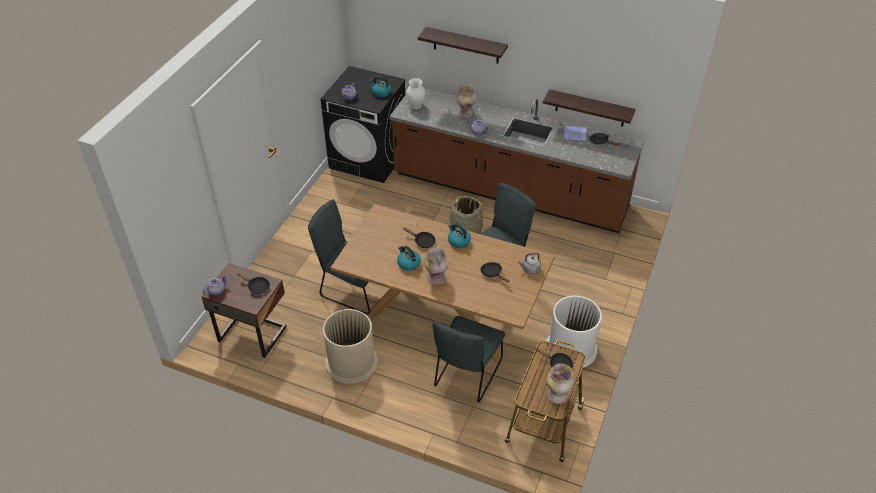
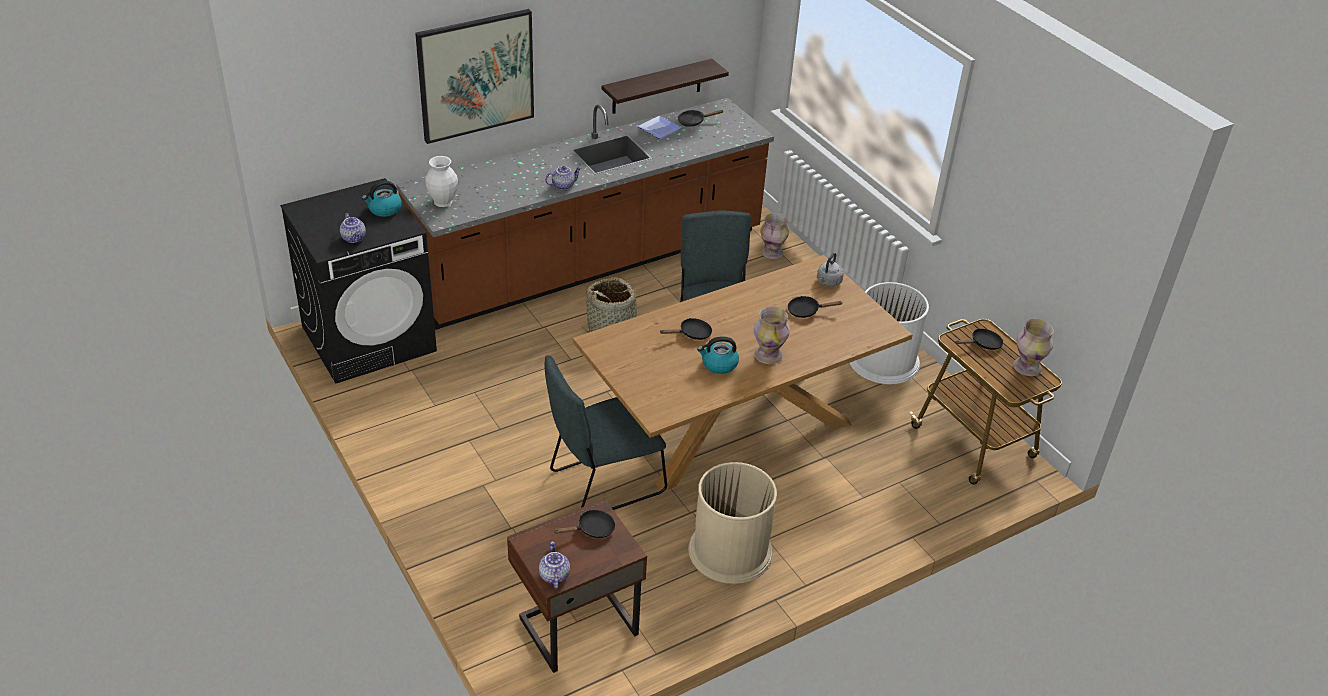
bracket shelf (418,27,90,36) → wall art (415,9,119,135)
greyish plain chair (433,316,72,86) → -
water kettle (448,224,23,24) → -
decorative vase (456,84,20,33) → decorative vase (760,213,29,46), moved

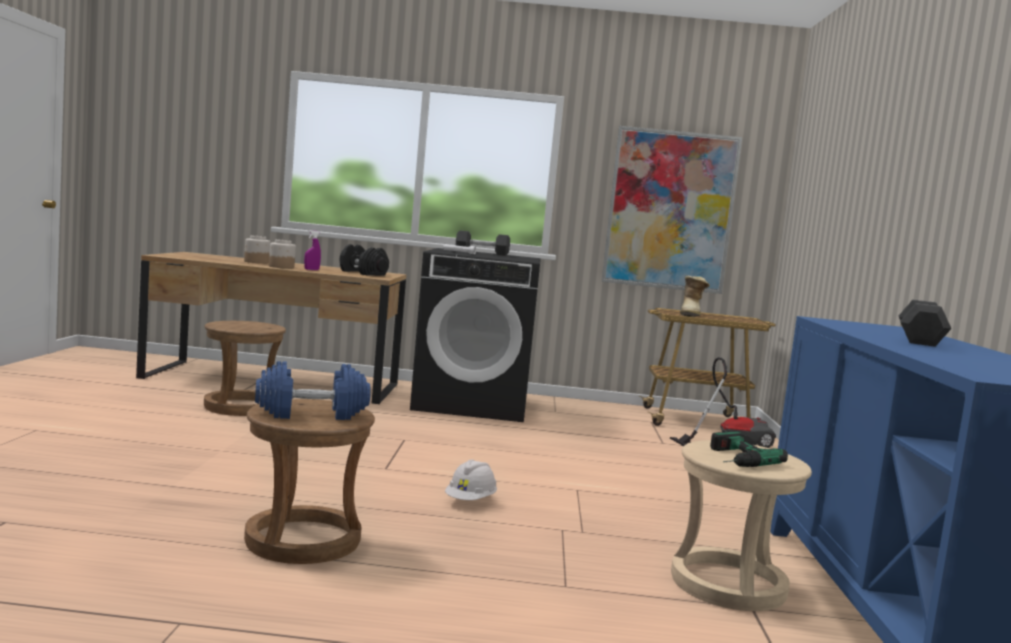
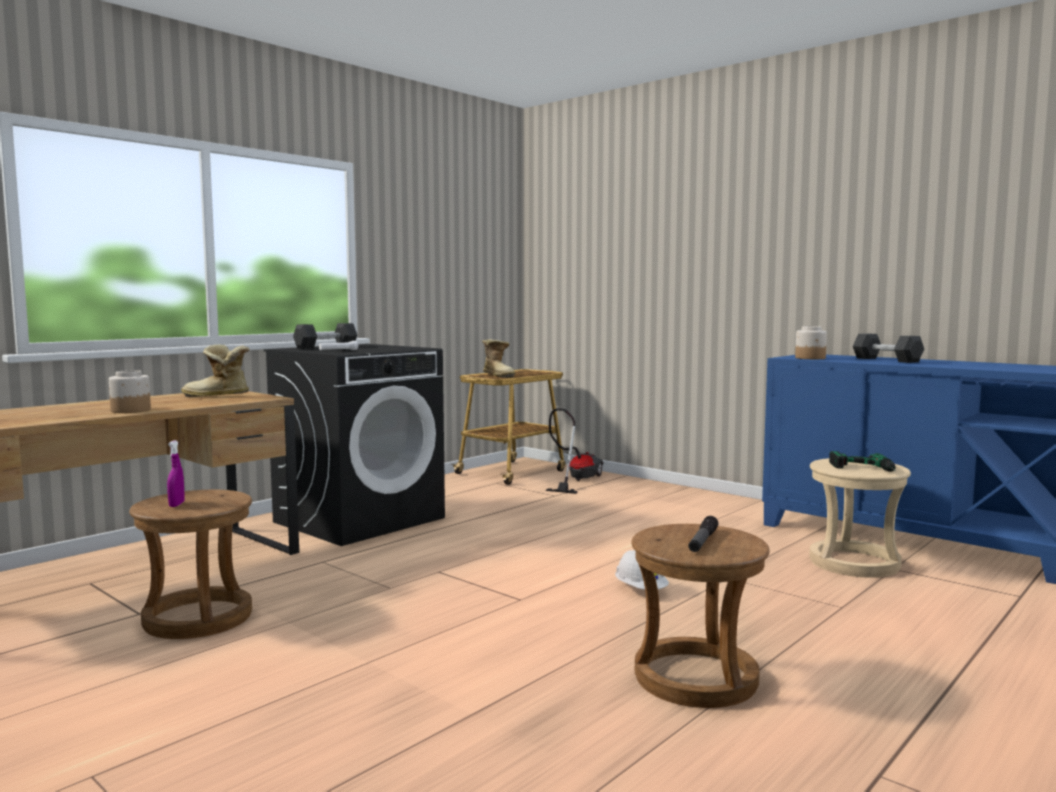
storage jar (244,236,26,28) → storage jar (795,326,32,33), moved
blue-coloured free weight (255,361,116,59) → torch (688,516,30,36)
purplish spray bottle (304,230,17,40) → purplish spray bottle (167,440,18,67), moved
black free weight (339,244,50,32) → tall boot (181,344,68,53)
wall art (601,126,141,168) → -

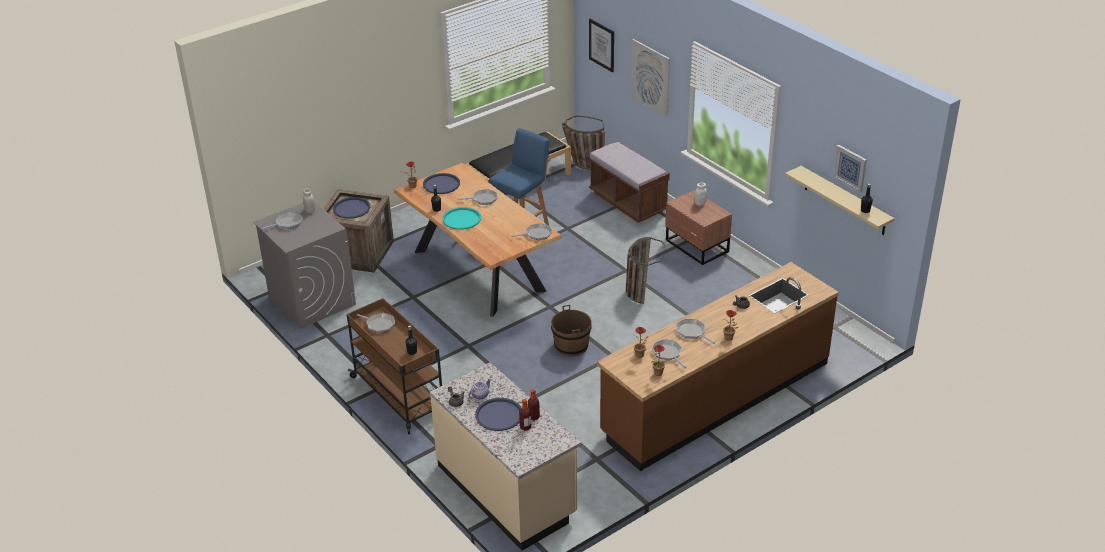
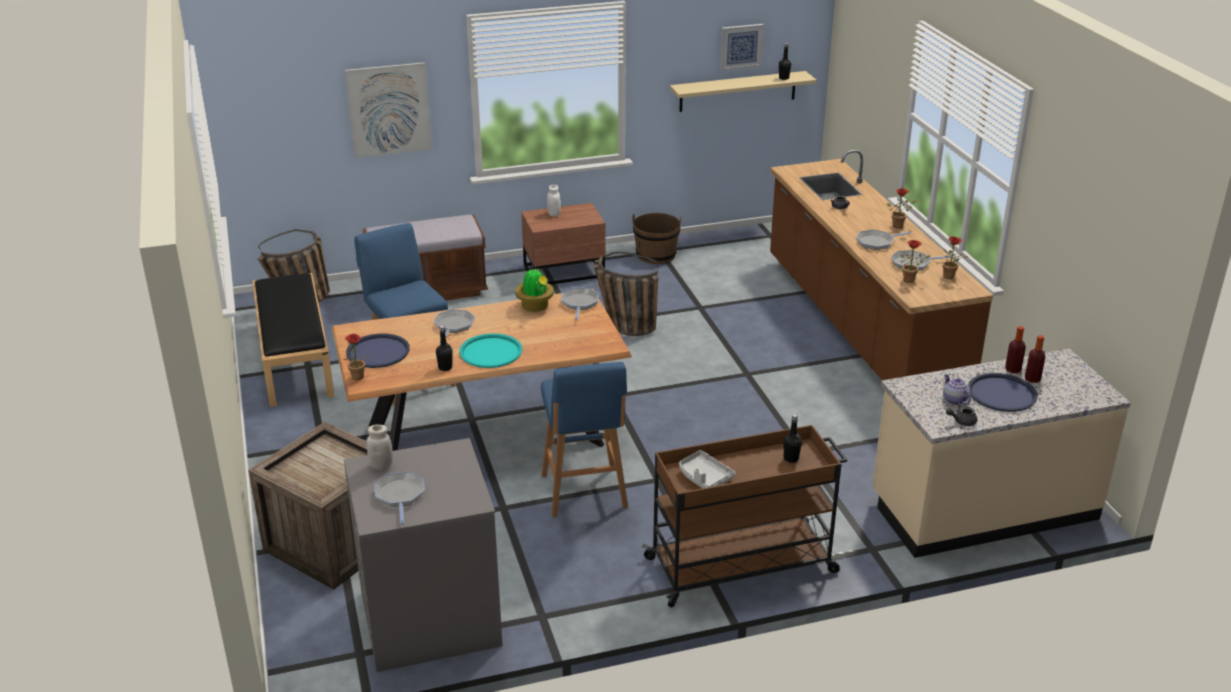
blue-coloured serving tray (333,197,37,22) → -
pan (357,313,38,20) → greyish serving tray (679,450,56,38)
brownish pail (551,305,41,52) → brownish pail (632,213,49,51), moved
wall art (589,19,25,53) → -
- → potted plant (515,267,39,45)
- → blue-coloured sitting stool (541,362,87,156)

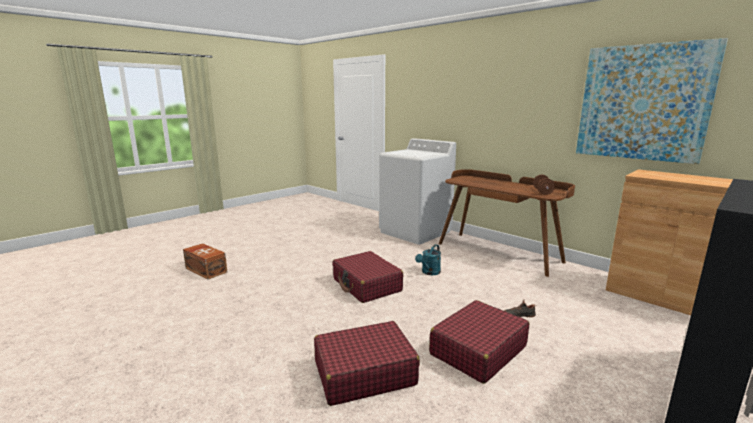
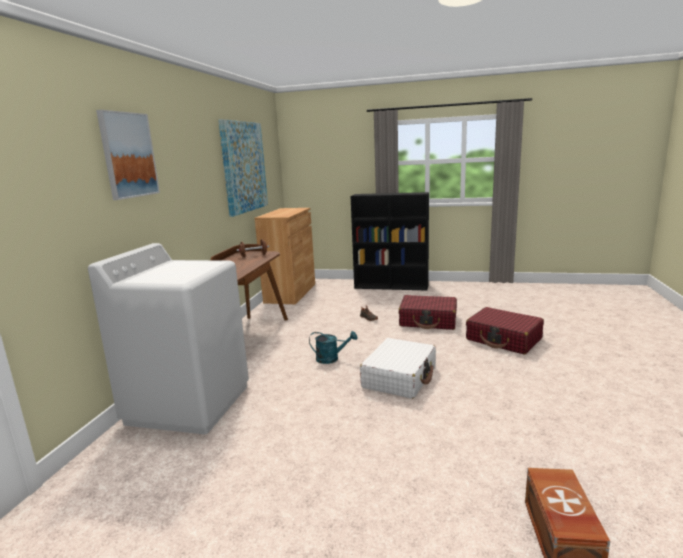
reddish piece of luggage (332,251,71,52) → white piece of luggage (360,338,76,61)
- → wall art (96,110,64,90)

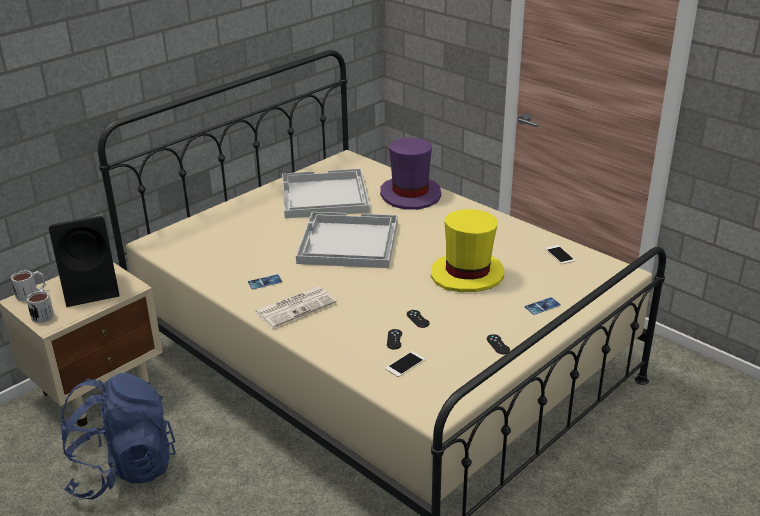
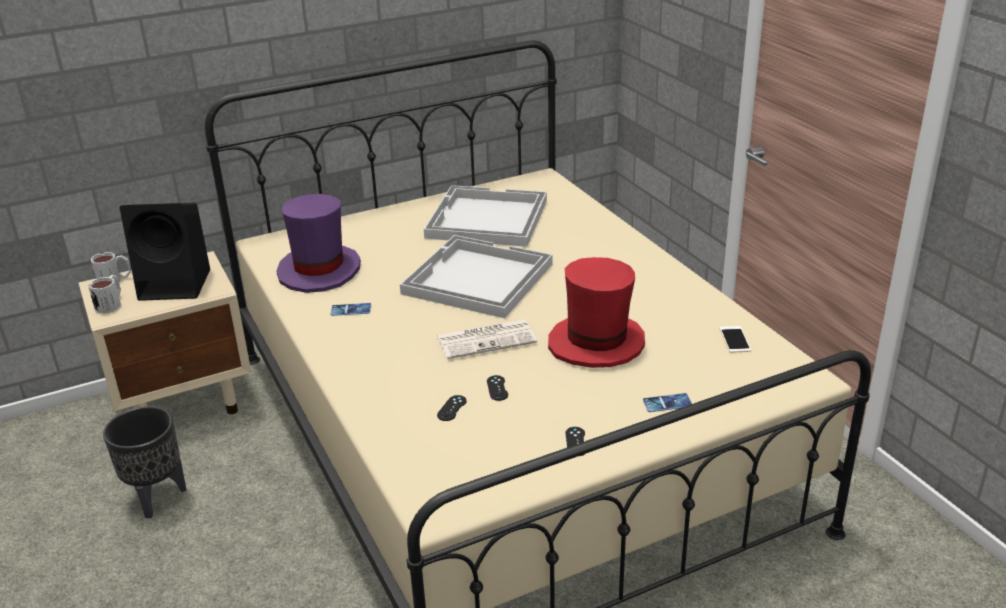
blue-coloured rucksack (61,373,115,127) → black planter (103,406,84,112)
printed paper (254,286,83,42) → printed paper (437,319,100,40), moved
purplish clothing hat (380,138,61,72) → purplish clothing hat (276,194,85,99), moved
telephone (385,351,40,26) → -
yellow clothing hat (431,209,73,83) → reddish clothing hat (548,257,97,111)

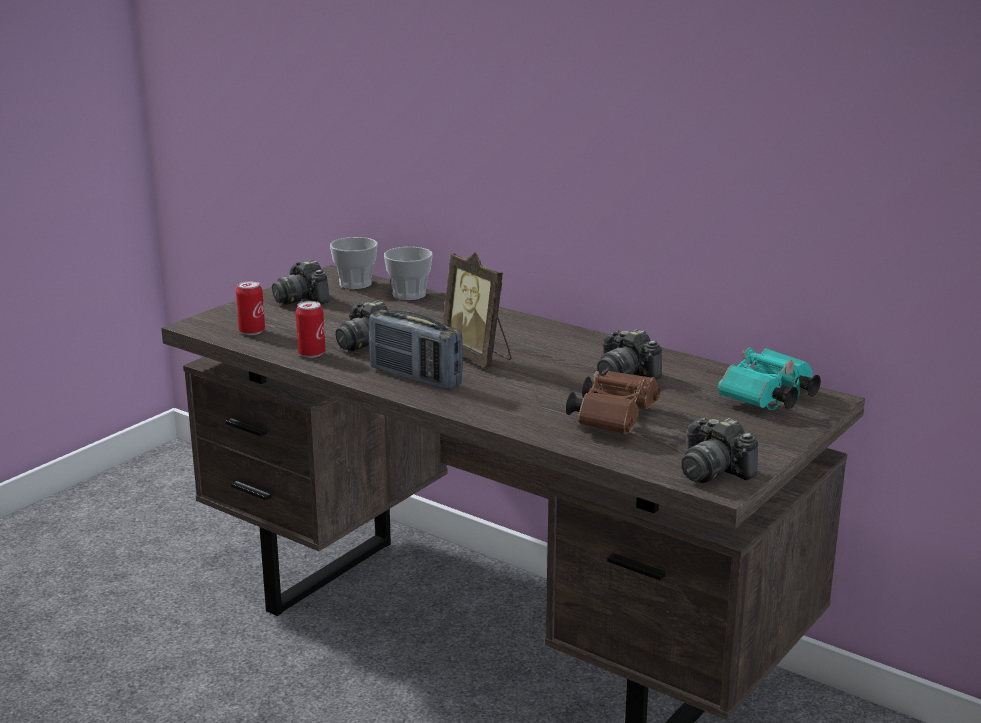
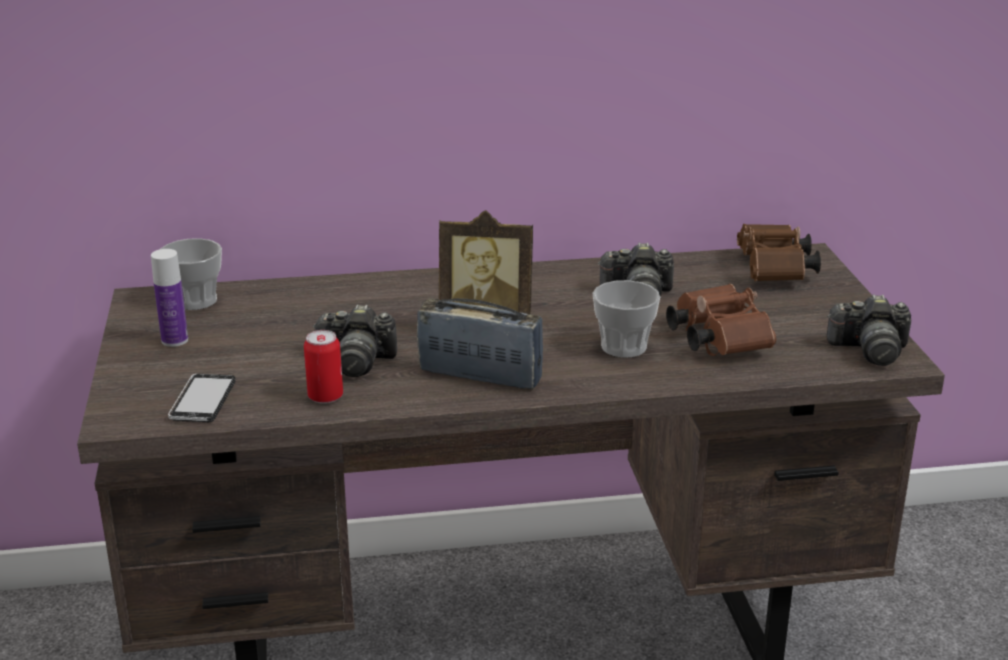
sealed can (236,281,29,54) → telephone (168,374,67,48)
photo camera (272,260,58,45) → beverage bottle (151,249,37,98)
radio receiver (369,310,94,80) → radio receiver (417,298,126,91), 150 degrees counterclockwise
small cup (384,247,49,53) → small cup (593,280,67,78), moved
blue-green field glasses (718,347,103,63) → brownish field glasses (737,224,84,58)

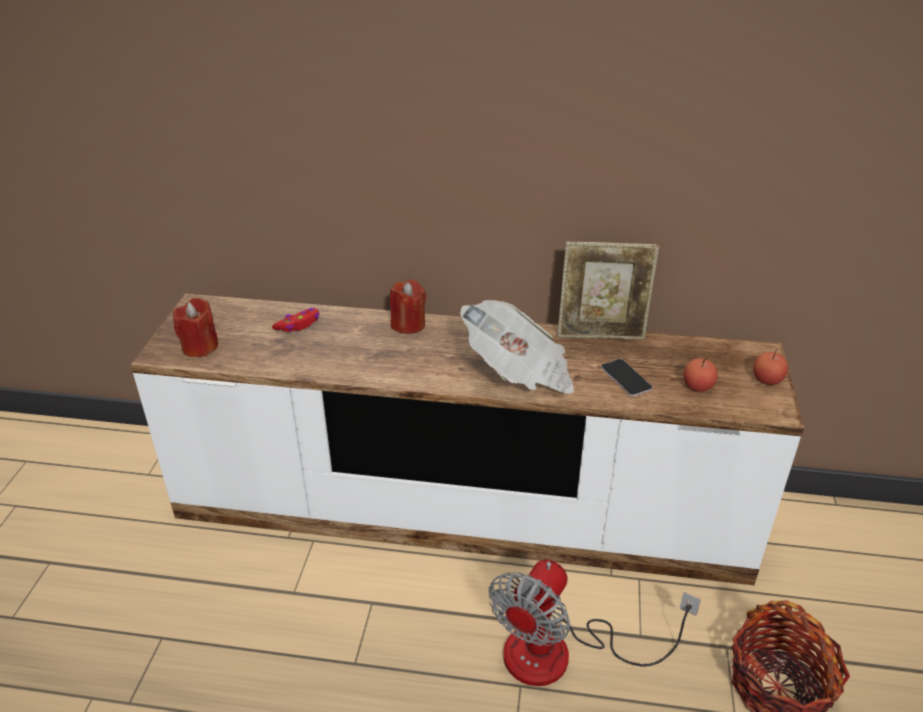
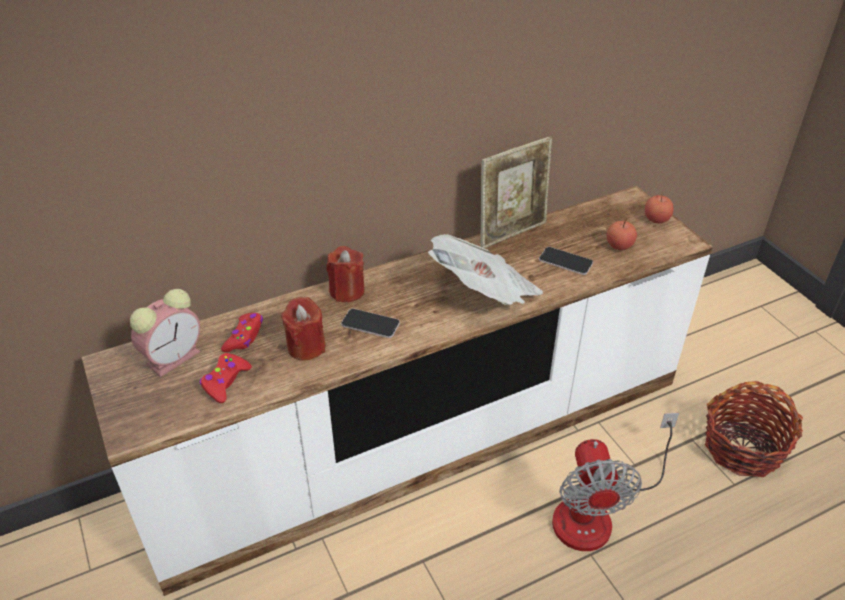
reddish candle (173,298,45,59) → reddish candle (281,297,45,63), moved
- → table clock (130,289,70,88)
- → reddish joypad (200,353,52,50)
- → telephone (341,309,59,29)

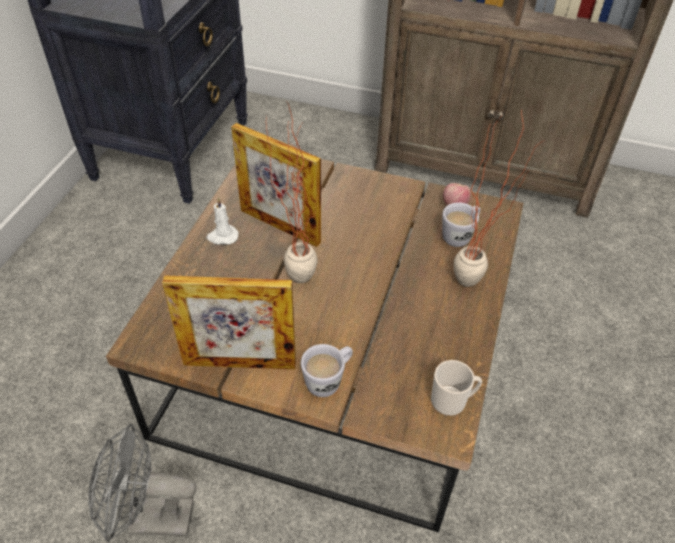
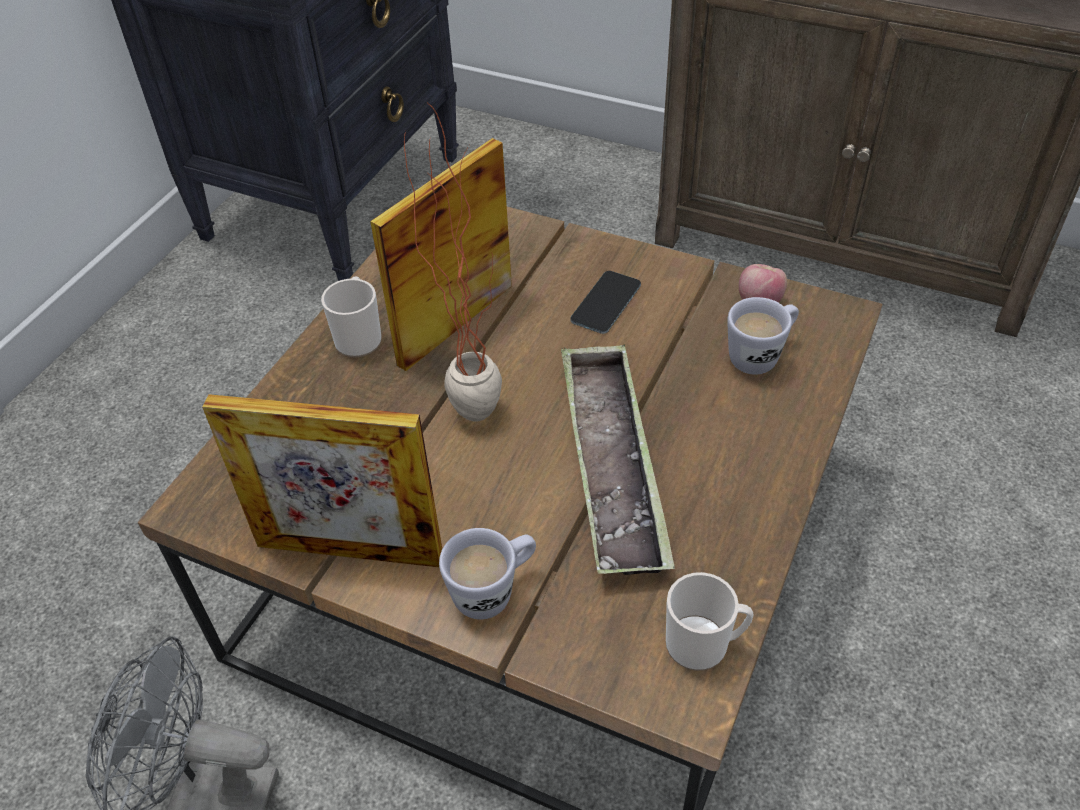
white candle (206,198,33,47) → tea mug (321,276,61,81)
picture frame (231,123,90,124) → picture frame (370,138,142,233), 90 degrees clockwise
potted plant (454,109,89,178) → -
- → serving tray (561,345,114,230)
- → telephone (570,271,71,63)

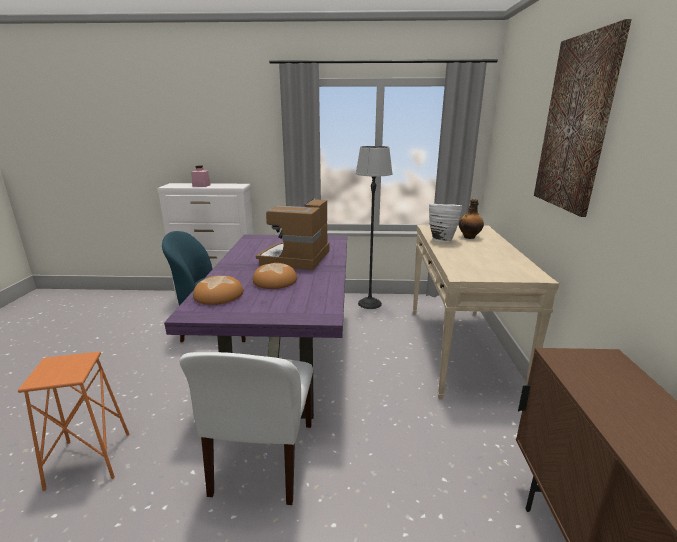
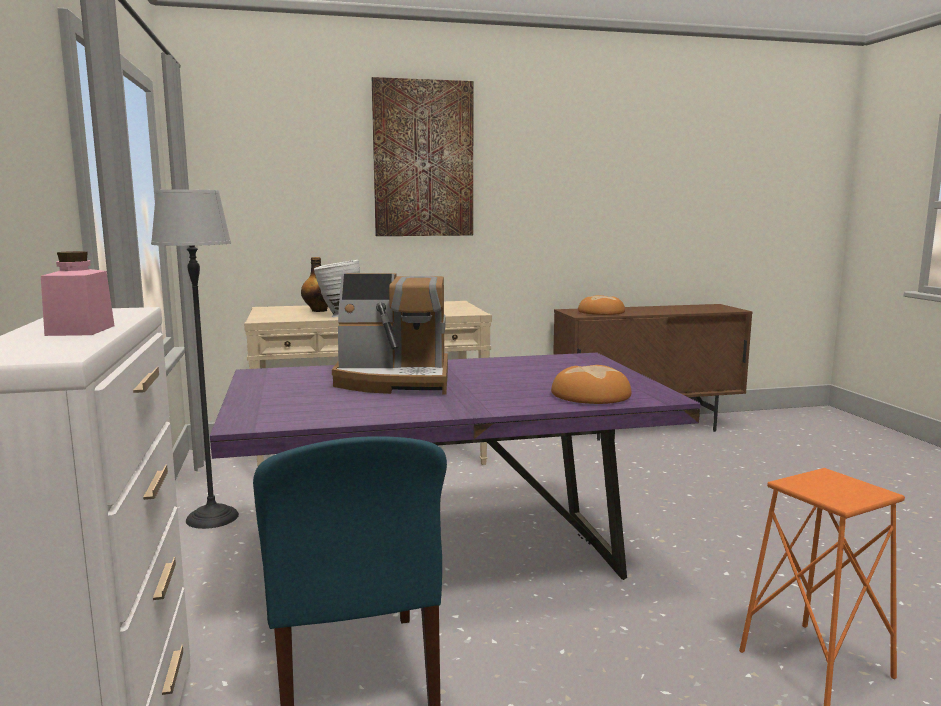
white plain chair (180,352,133,153) → -
bread (253,263,44,26) → bread (578,295,47,20), moved

